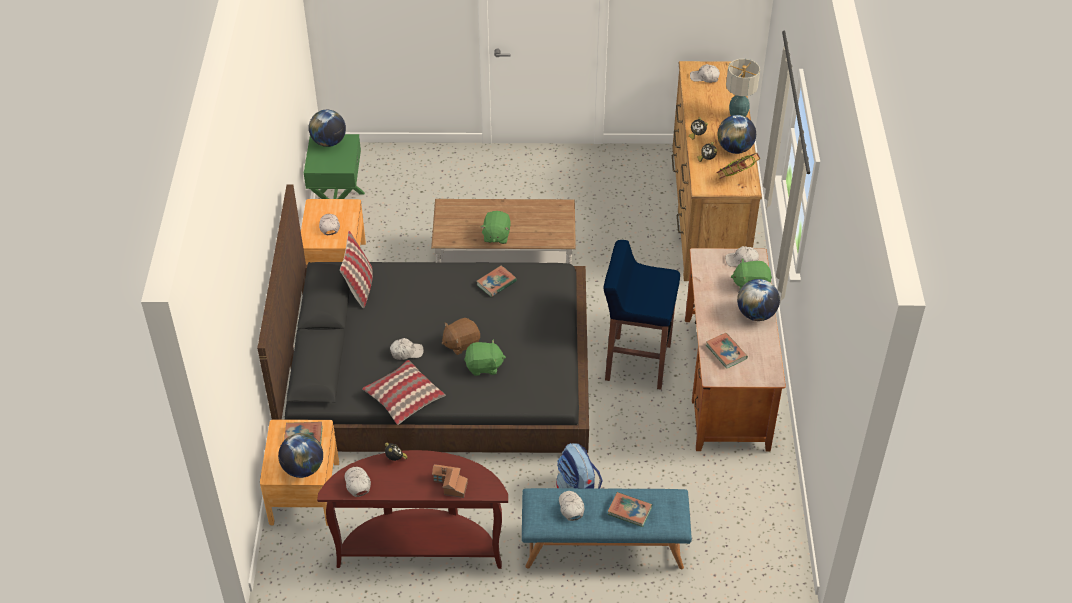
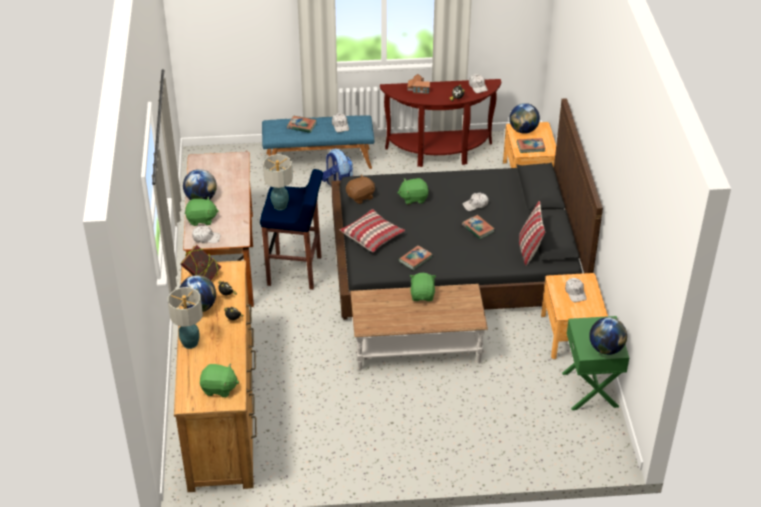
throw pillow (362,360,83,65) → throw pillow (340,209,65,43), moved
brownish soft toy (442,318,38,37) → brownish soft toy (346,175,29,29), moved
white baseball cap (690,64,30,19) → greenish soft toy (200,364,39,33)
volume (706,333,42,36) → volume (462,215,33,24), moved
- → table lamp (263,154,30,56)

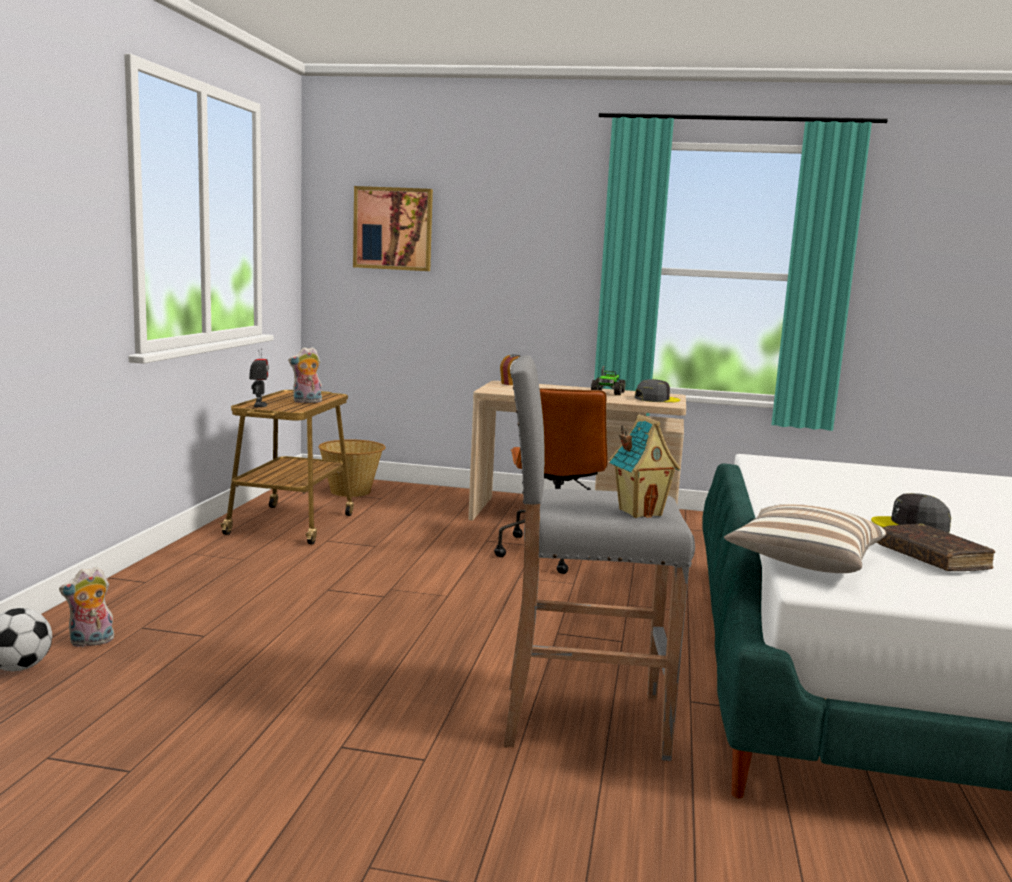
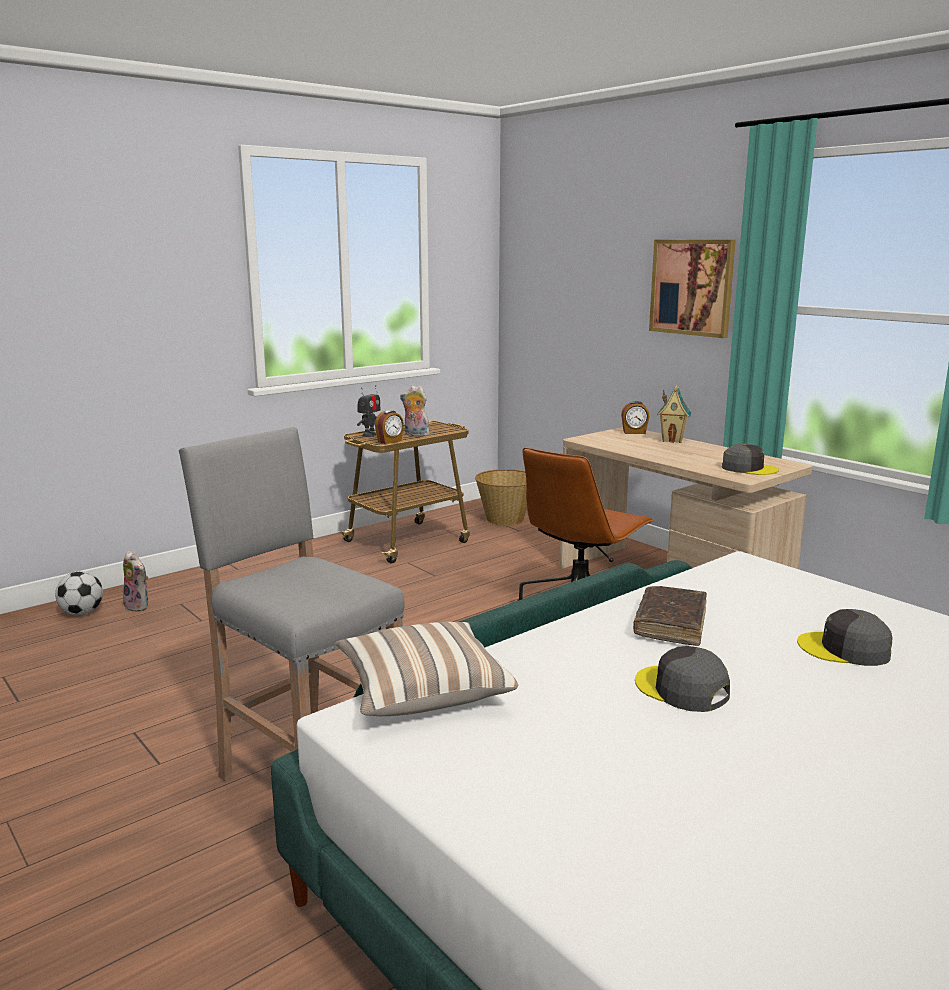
soft toy (59,567,55,80) → soft toy (122,551,26,61), 150 degrees counterclockwise
wall art (353,186,80,85) → wall art (649,240,87,98), moved
toy truck (591,366,35,29) → -
miniature house (609,415,71,103) → miniature house (657,385,34,58), moved
brownish volume (877,523,118,48) → brownish volume (633,586,74,60), moved
- → table clock (375,410,29,34)
- → greyish baseball cap (797,609,96,57)

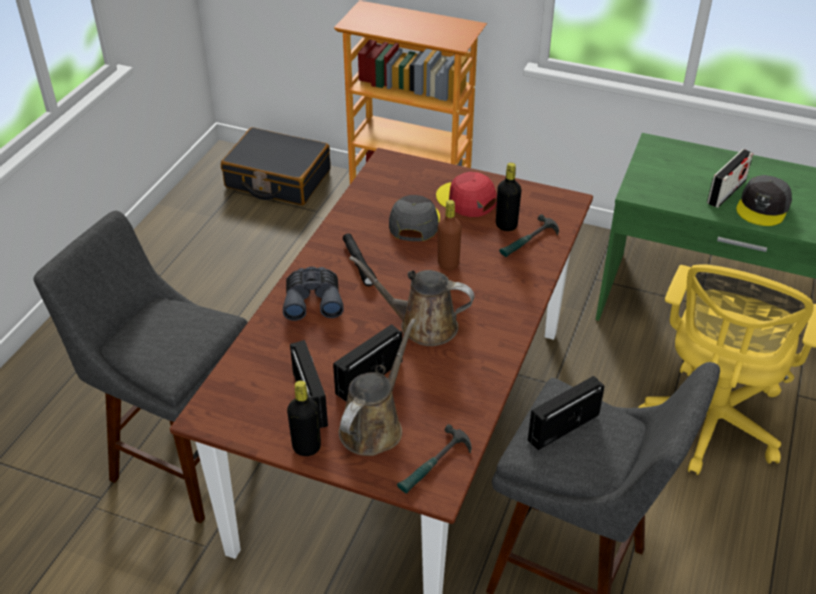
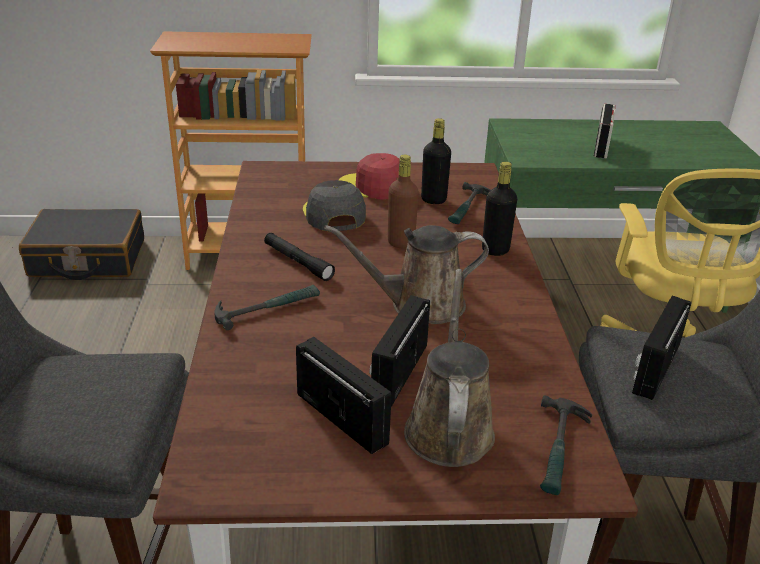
greyish field glasses (283,266,61,55) → hammer (214,285,106,45)
black beverage bottle (287,380,34,76) → black beverage bottle (482,162,35,94), moved
greyish baseball cap (736,175,56,51) → -

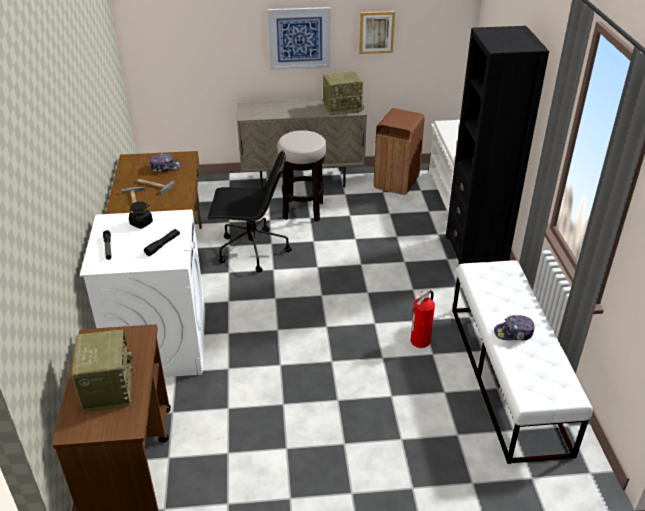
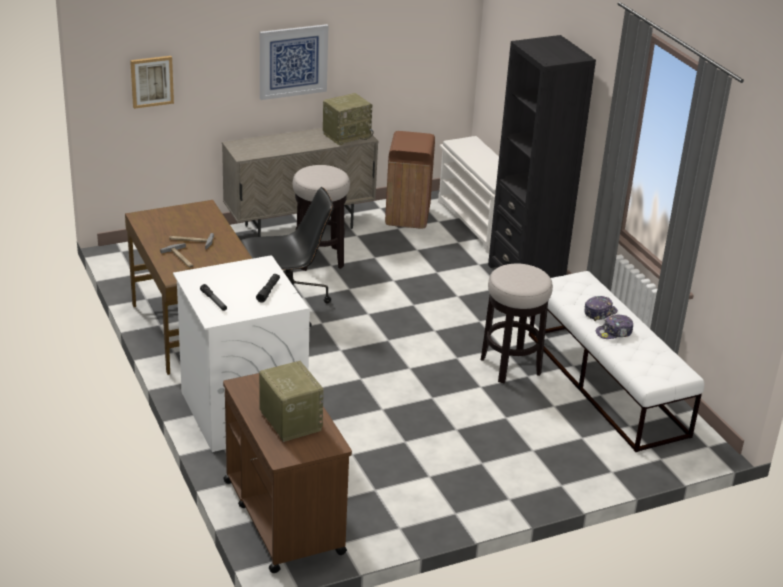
black storage jar (129,201,24,28) → -
baseball cap (150,153,32,20) → baseball cap (584,296,34,25), moved
wall art (359,11,36,43) → wall art (130,56,44,53), moved
extinguisher (411,290,24,58) → sitting stool (481,263,72,120)

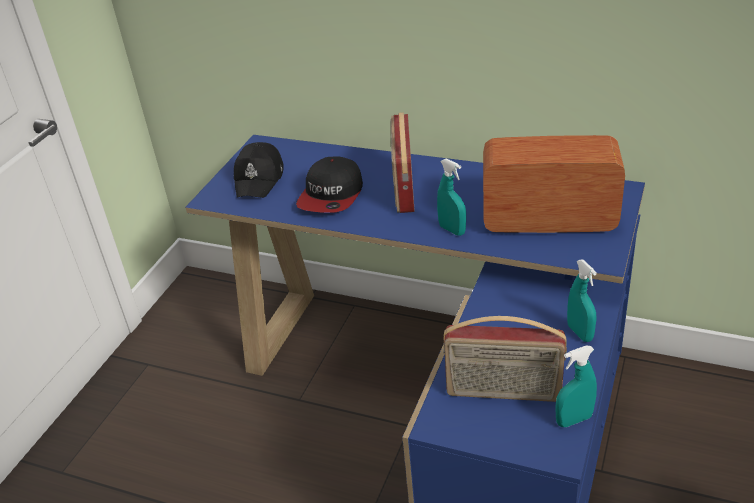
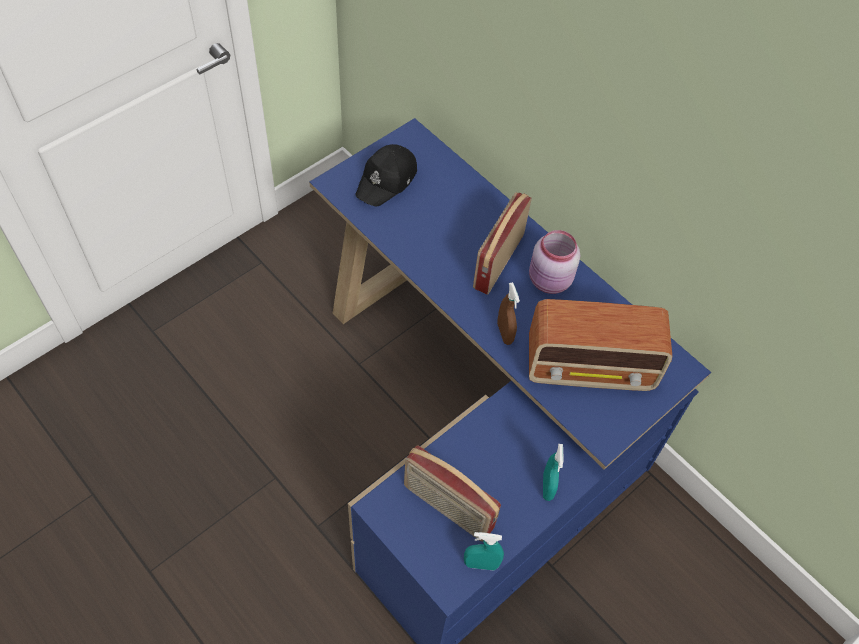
baseball cap (296,156,67,57) → -
blue-green spray bottle (437,158,29,78) → brownish spray bottle (497,282,23,63)
radio receiver (483,135,142,98) → radio receiver (529,299,143,92), 150 degrees clockwise
- → pink storage jar (529,230,51,64)

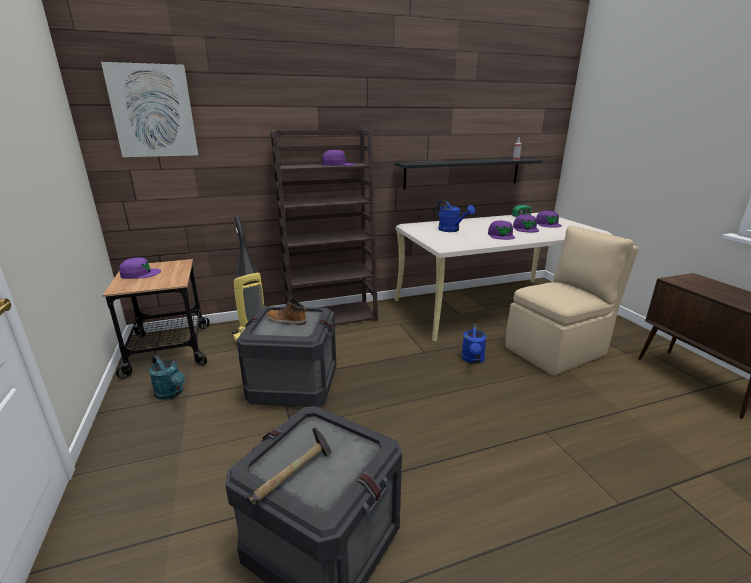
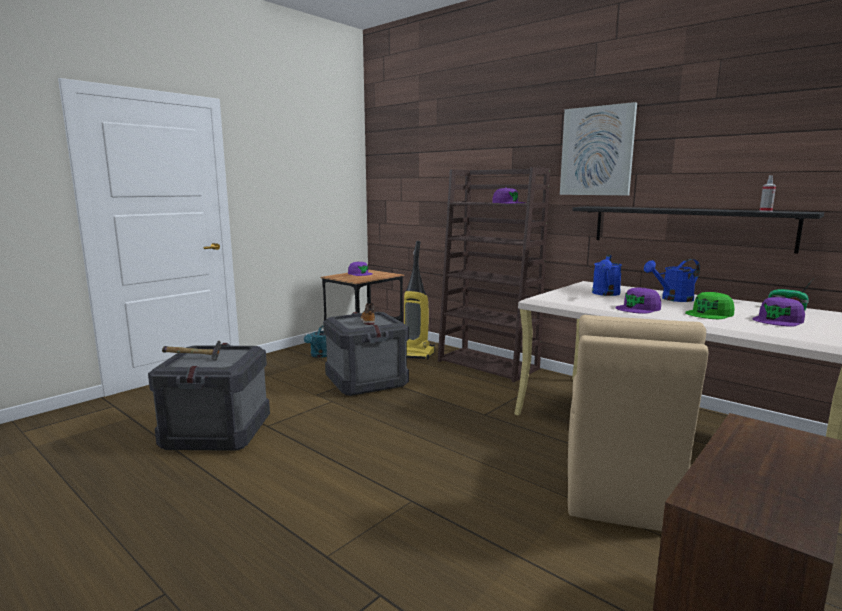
wall art (101,62,97,95) → wall art (560,102,77,93), moved
blue-coloured watering can (461,323,26,41) → blue-coloured watering can (644,259,56,43), moved
beige-coloured plain chair (505,226,134,150) → beige-coloured plain chair (568,315,141,216), 75 degrees clockwise
purplish baseball cap (513,215,26,17) → greenish baseball cap (685,292,50,27)

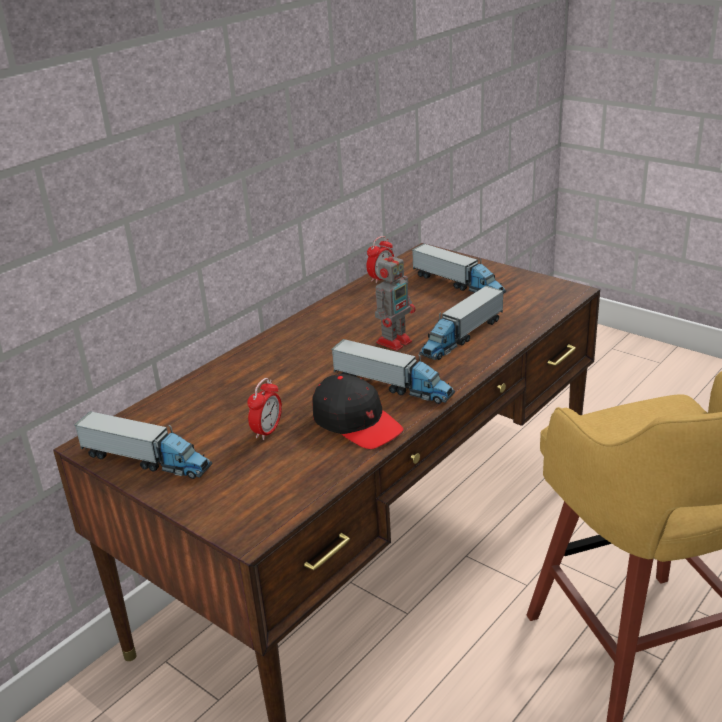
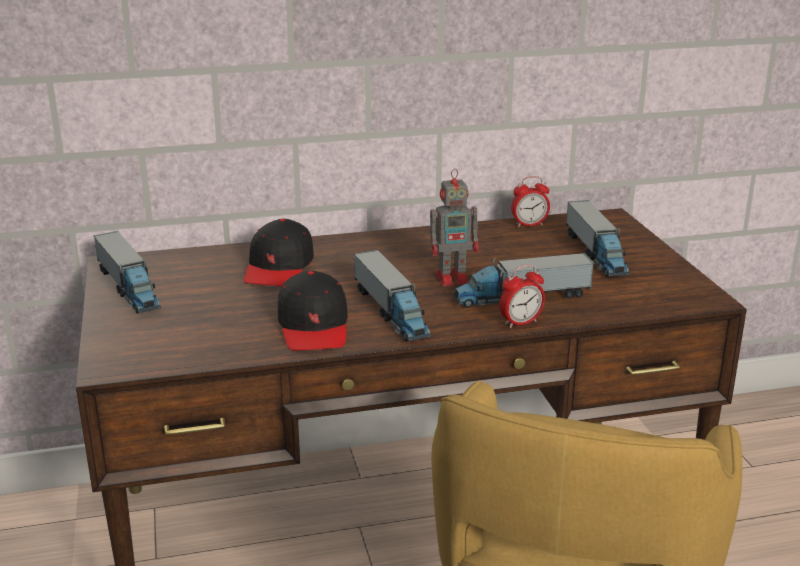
table clock (247,378,35,62) → table clock (499,264,46,64), moved
- → black baseball cap (244,219,70,68)

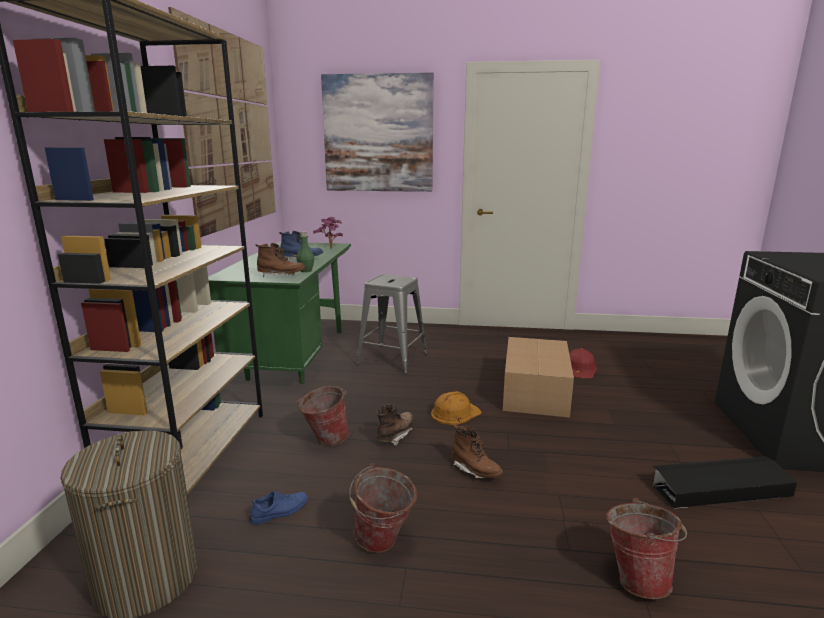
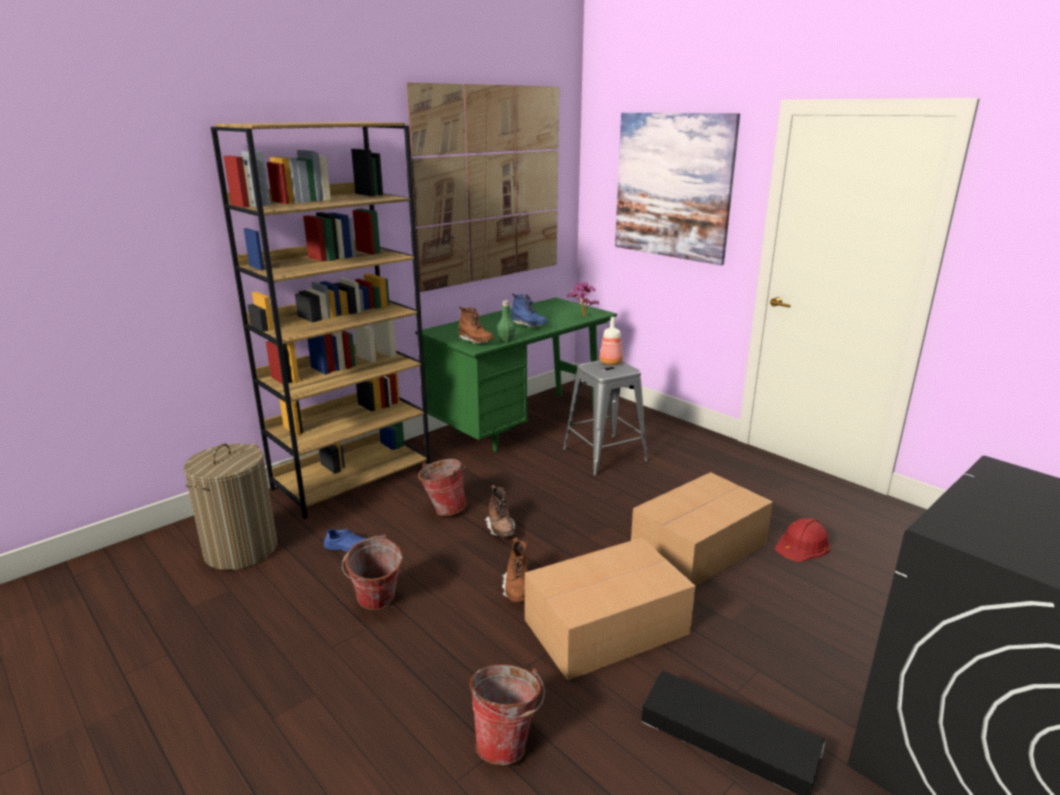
brownish tall boot (377,404,37,42) → brownish tall boot (484,485,31,52), 90 degrees clockwise
orange safety helmet (431,391,51,34) → -
- → cardboard box (525,538,170,143)
- → beverage bottle (599,317,24,48)

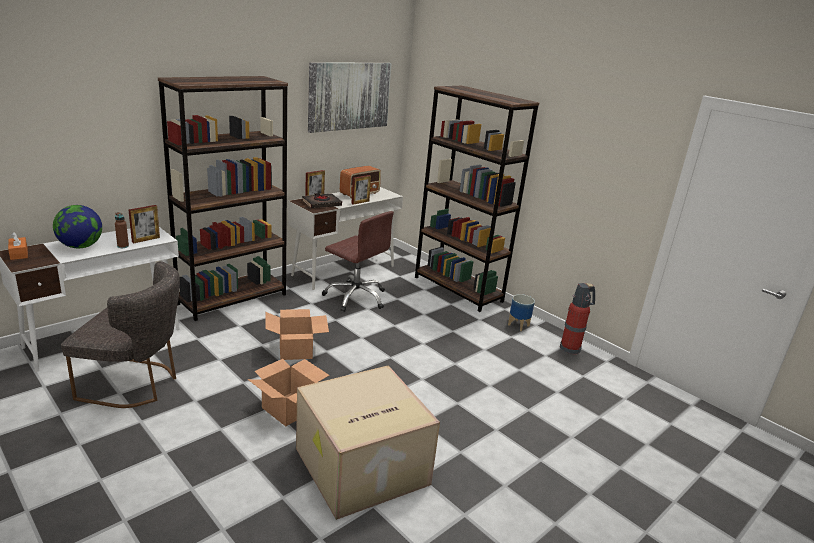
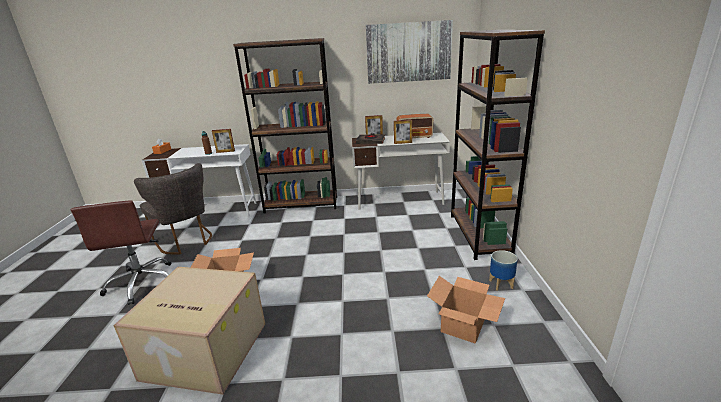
world globe (53,205,49,43) → -
cardboard box (265,309,64,51) → cardboard box (427,276,78,68), moved
brownish computer chair (322,211,72,101) → brownish computer chair (71,200,100,105), moved
extinguisher (560,283,35,72) → -

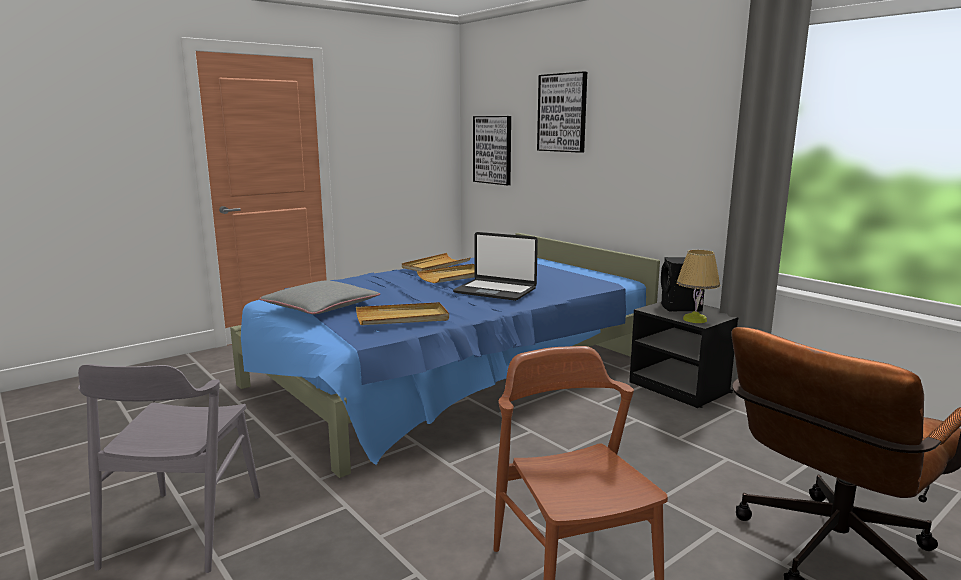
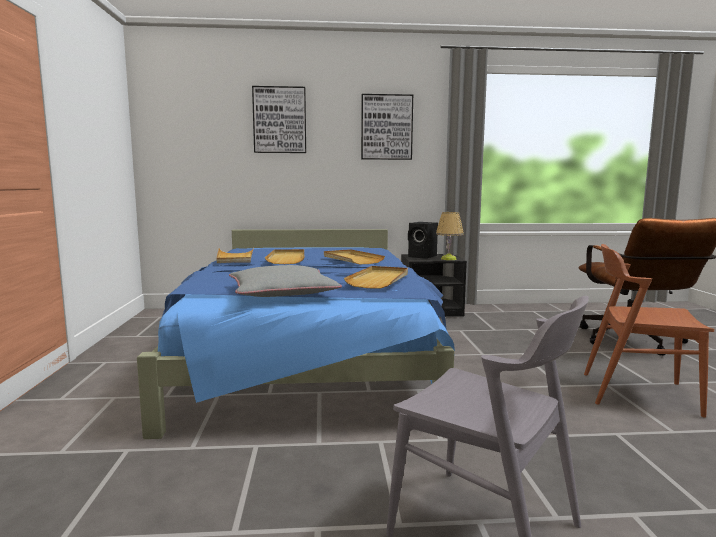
laptop (453,232,85,69) → beige-coloured serving tray (324,249,61,15)
wall art (473,116,38,69) → wall art (361,94,52,66), moved

